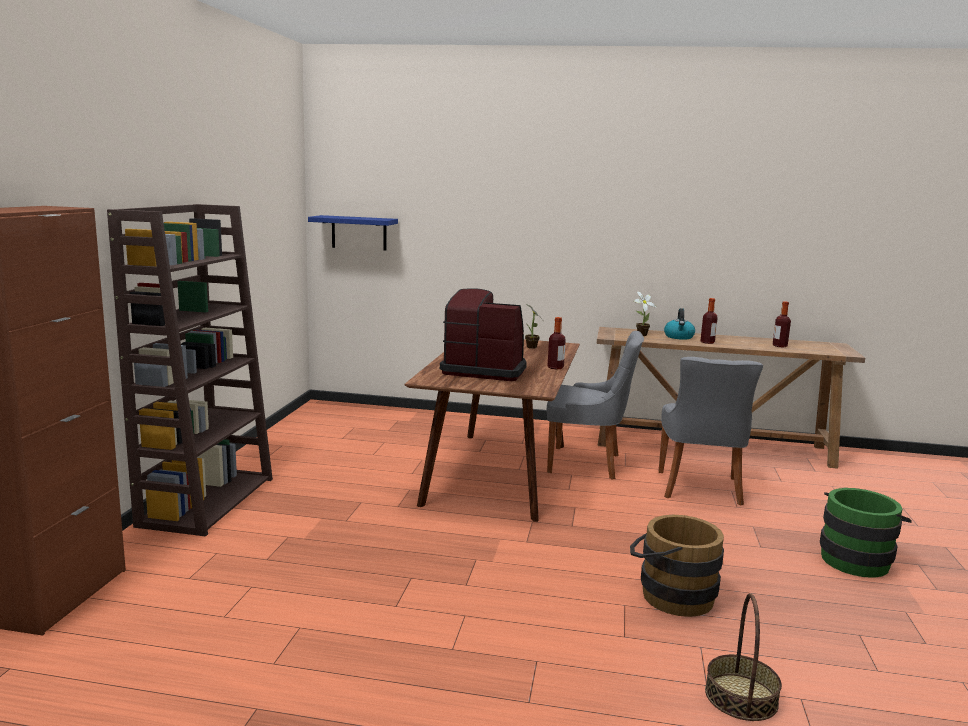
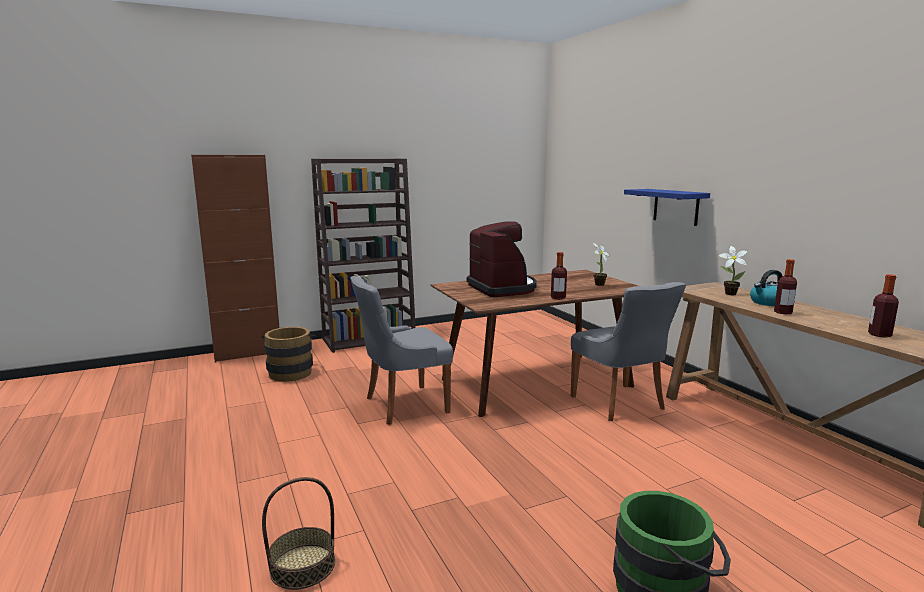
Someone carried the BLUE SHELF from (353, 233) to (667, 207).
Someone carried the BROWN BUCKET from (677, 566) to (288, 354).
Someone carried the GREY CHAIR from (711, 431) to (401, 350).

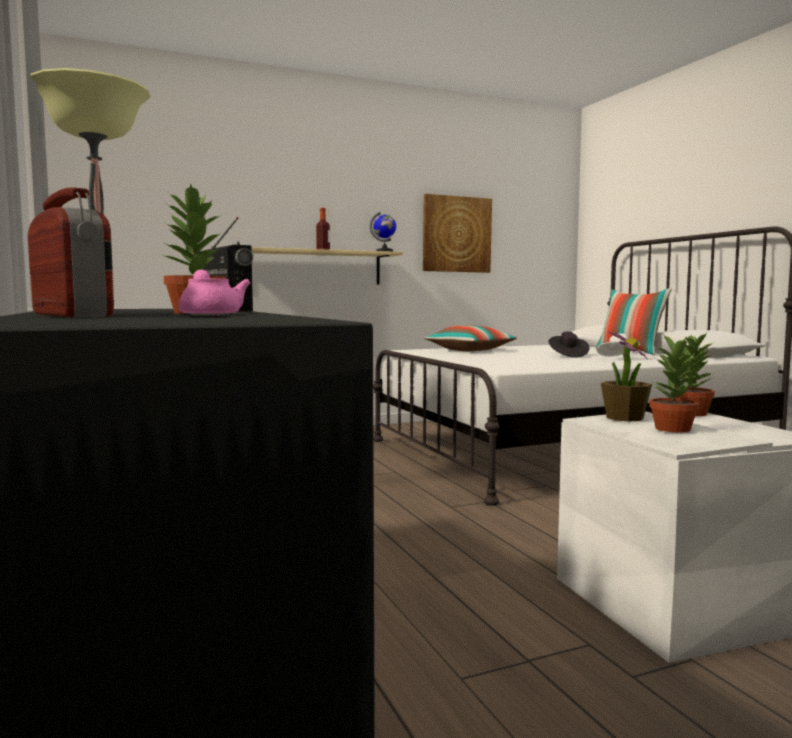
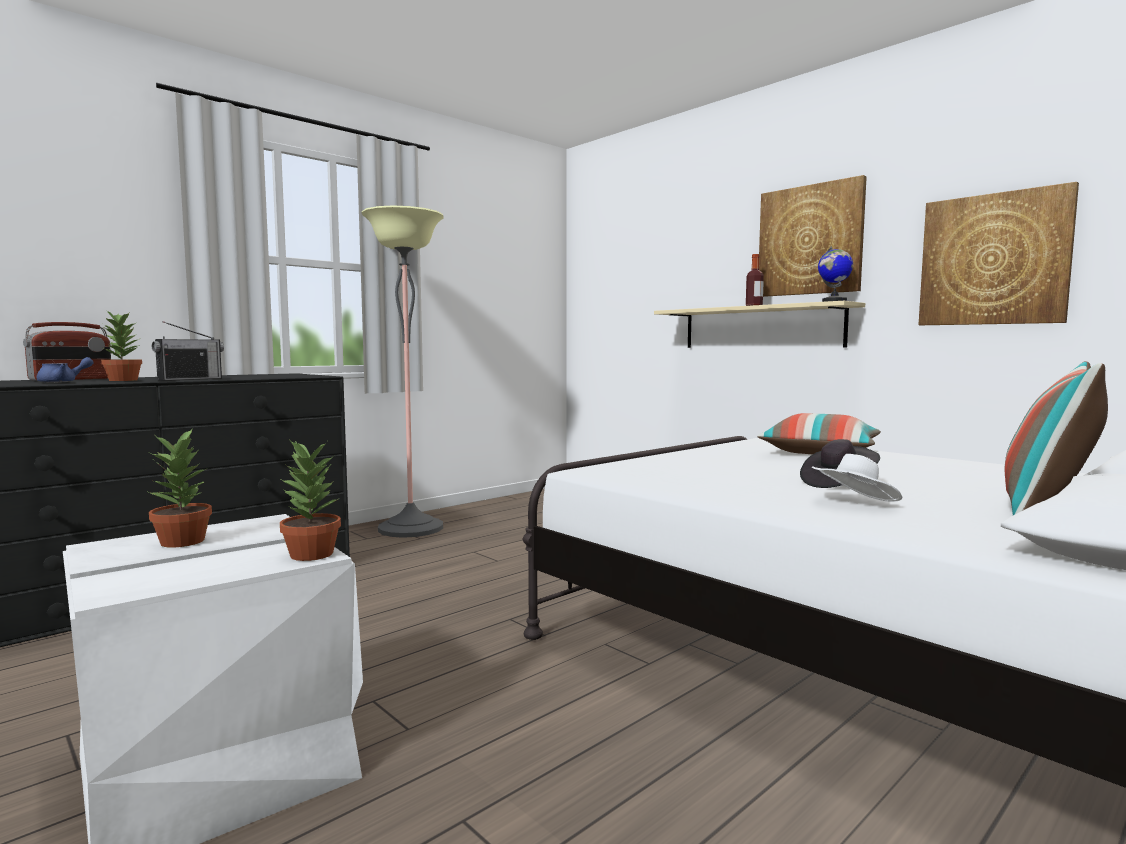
Someone repainted the PINK TEAPOT at (214, 292), which became the BLUE TEAPOT at (65, 370).
Someone took away the POTTED PLANT at (626, 376).
Someone put up the PICTURE at (813, 236).

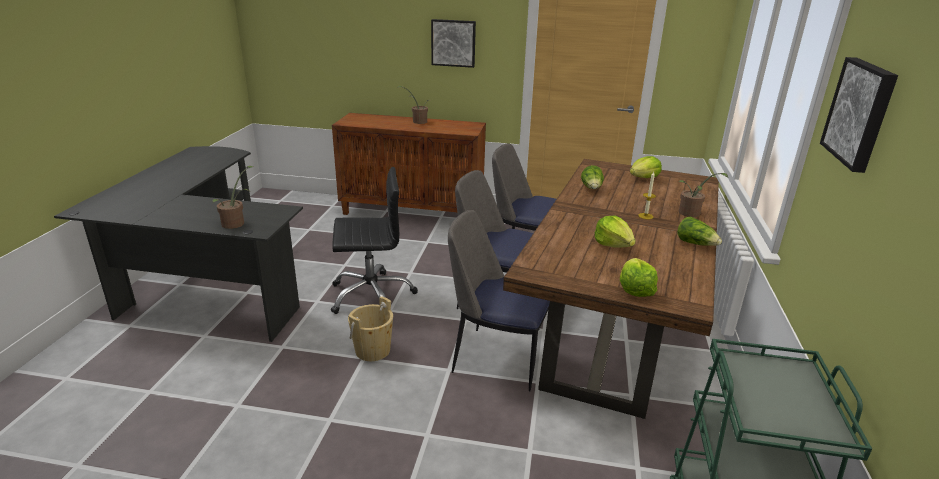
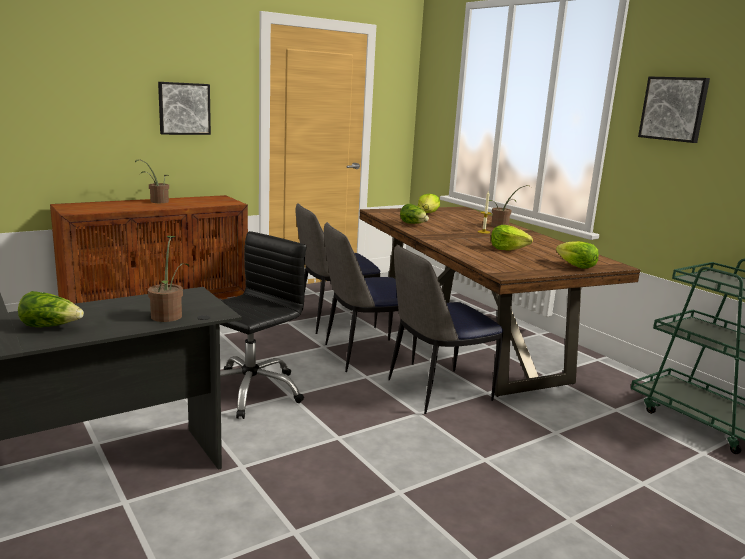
Someone took away the BEIGE BUCKET at (370, 328).
Someone carried the LETTUCE from (699, 231) to (51, 309).

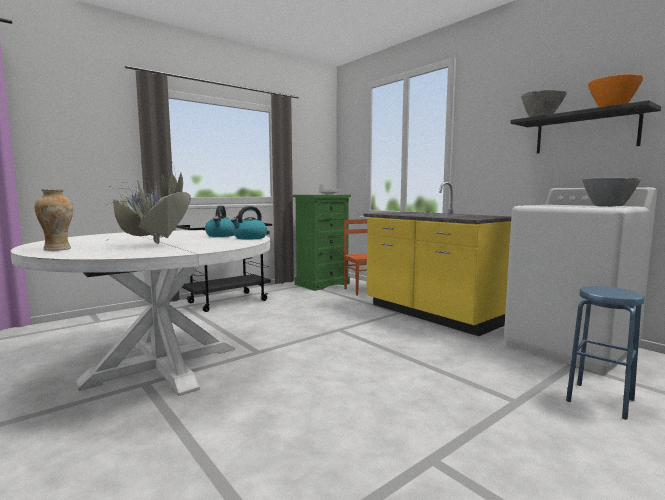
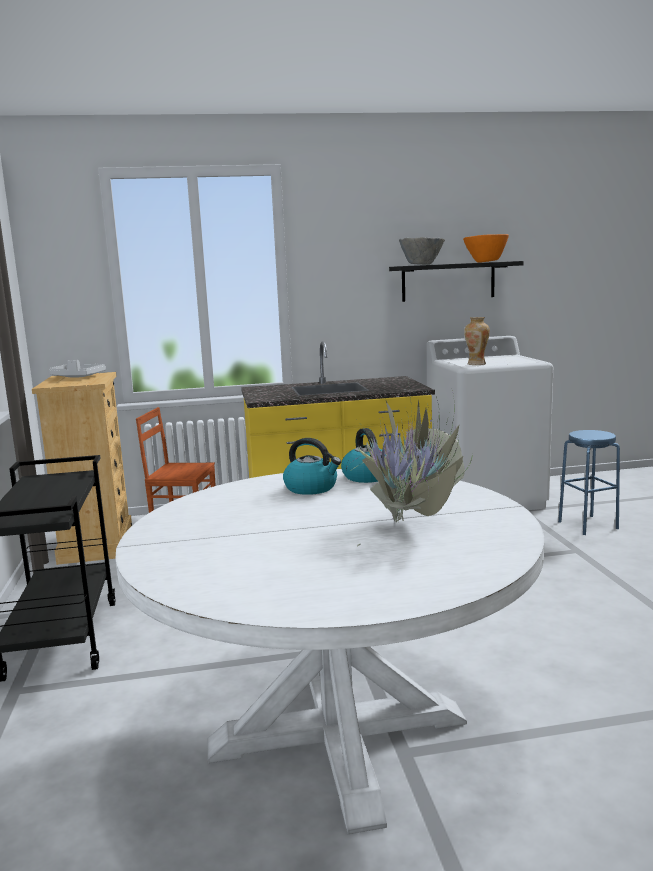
Someone carried the VASE from (53, 220) to (477, 341).
Someone repainted the GREEN DRESSER at (322, 243), which became the BEIGE DRESSER at (82, 468).
Someone took away the GREY BOWL at (611, 192).

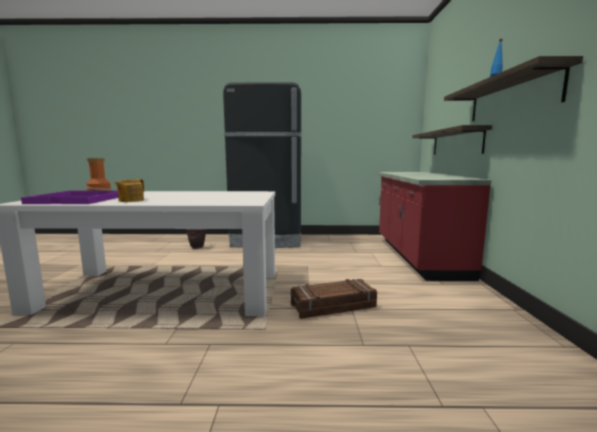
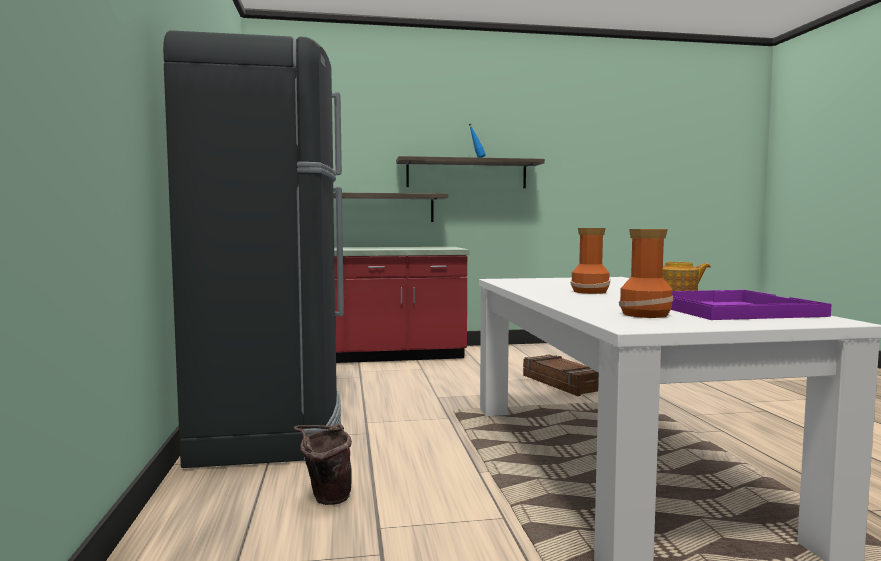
Someone put down the VASE at (590, 261).

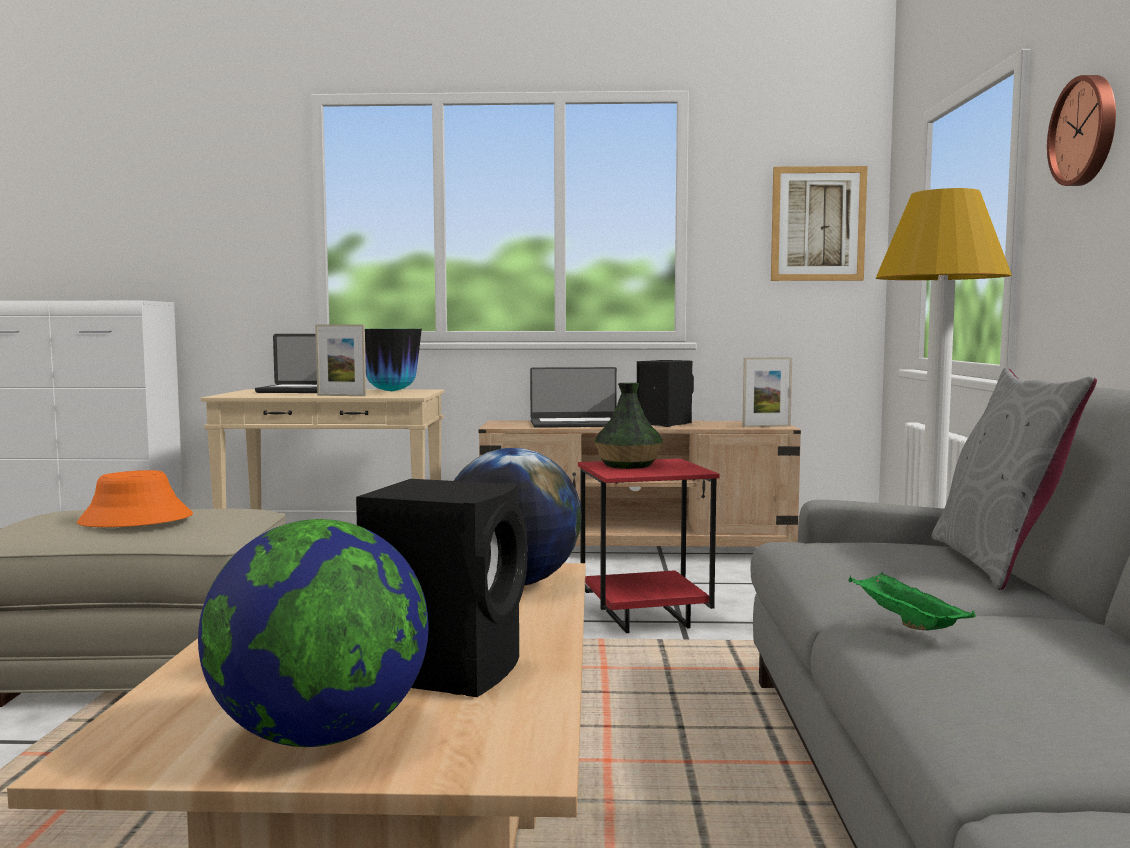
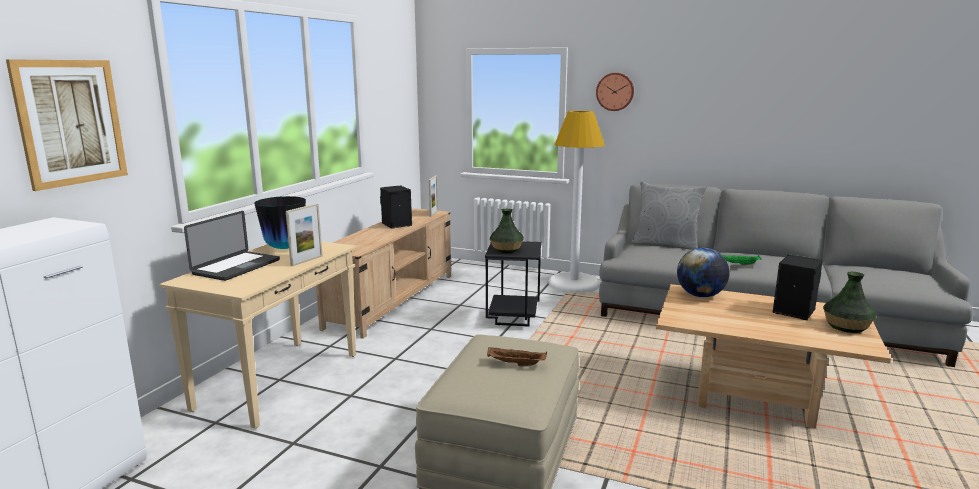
Someone swapped the ORANGE HAT at (135, 498) for the BROWN TRAY at (517, 356).
Someone swapped the GLOBE at (313, 633) for the VASE at (850, 302).
Someone took away the LAPTOP at (573, 397).
Someone repainted the RED SIDE TABLE at (649, 545), which became the BLACK SIDE TABLE at (513, 284).
Someone carried the PICTURE from (819, 223) to (67, 125).

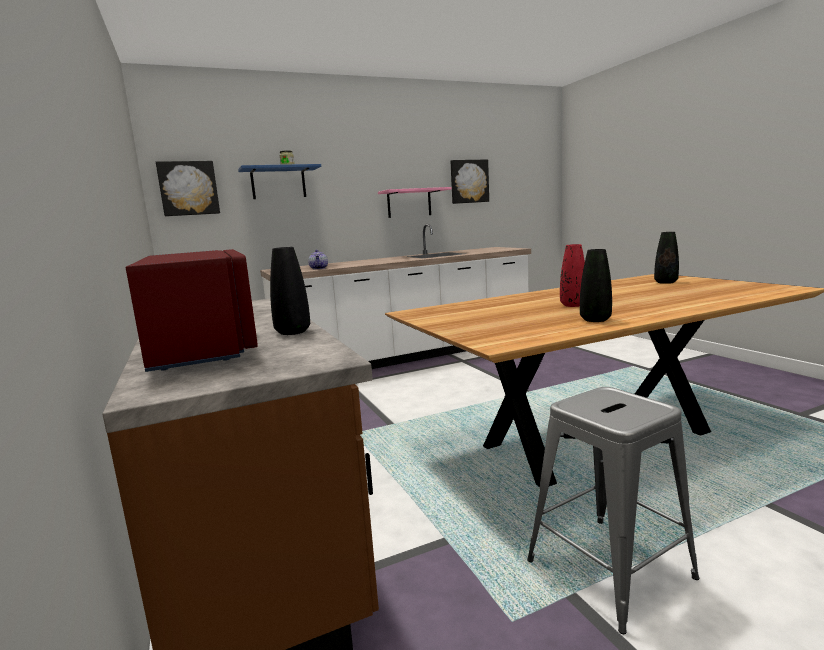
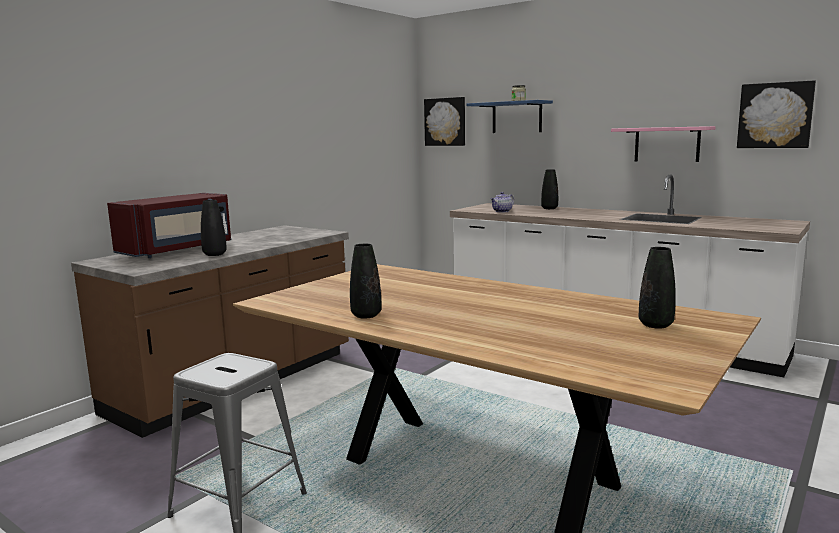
Someone took away the RED VASE at (572, 275).
Someone put down the BLACK VASE at (549, 189).

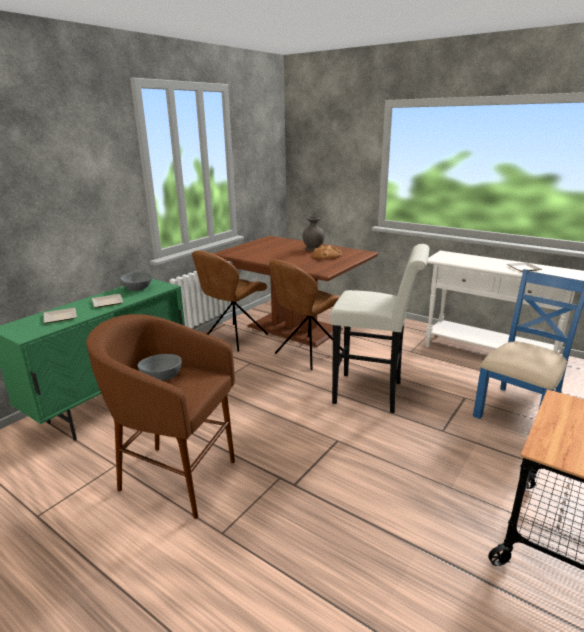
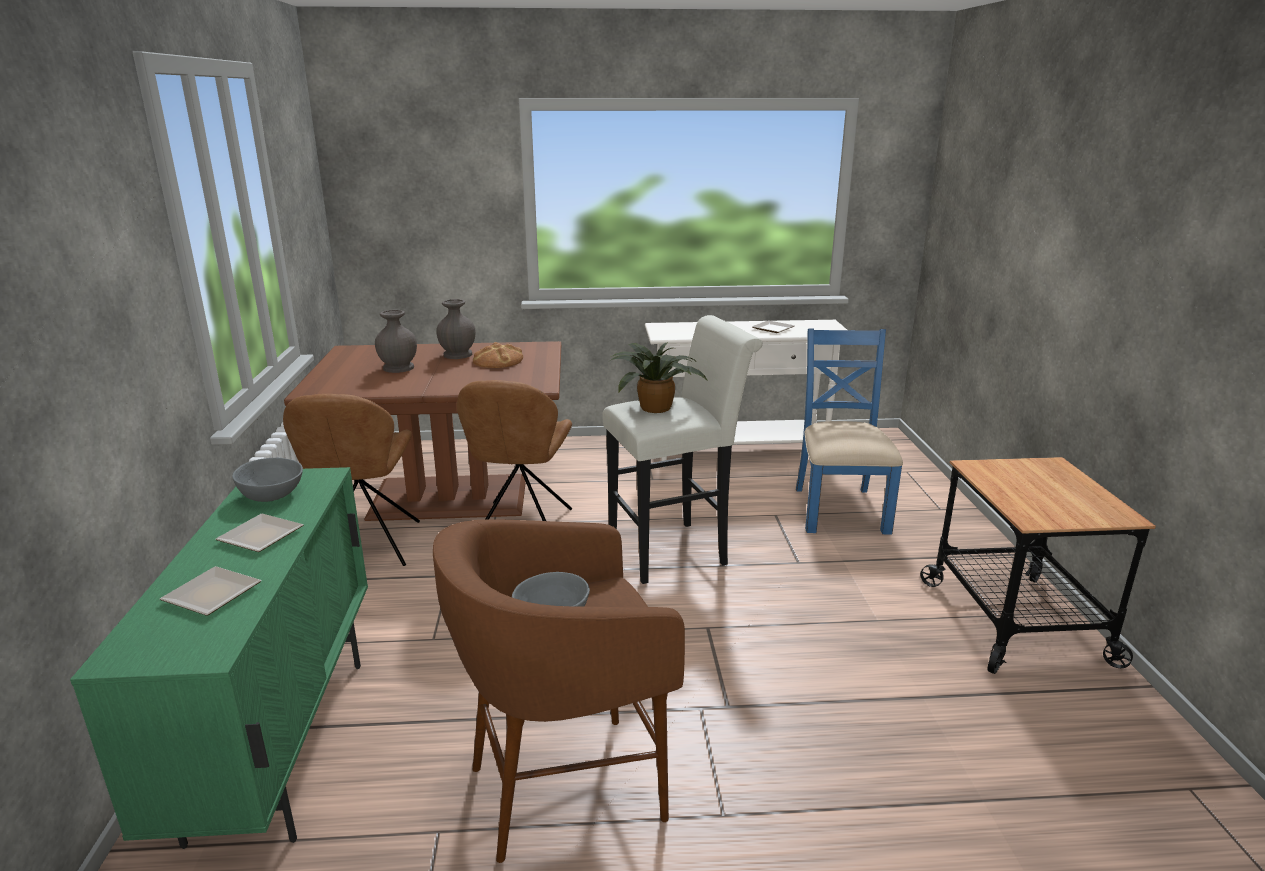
Someone put down the GREY VASE at (396, 341).
Someone put down the POTTED PLANT at (659, 377).

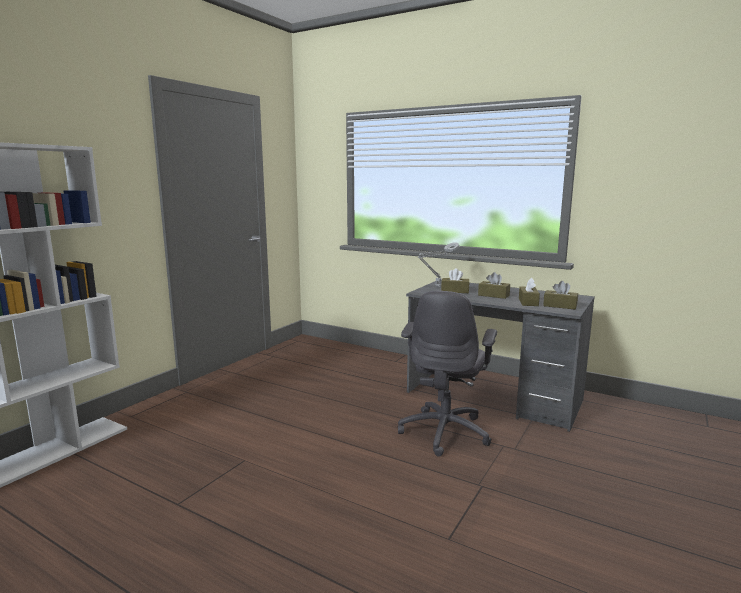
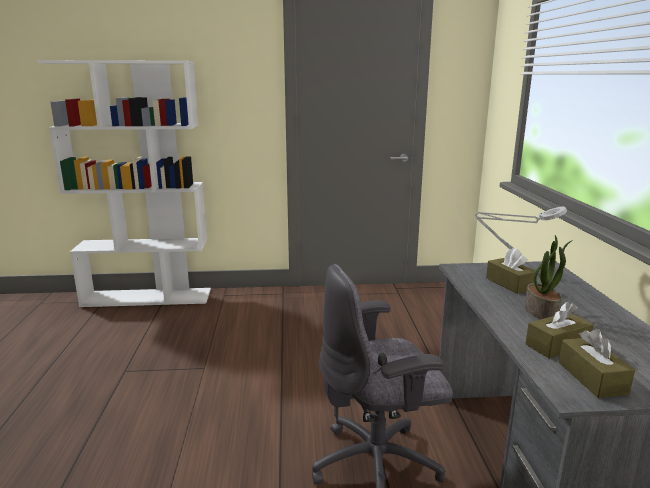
Someone swapped the BROWN TISSUE BOX at (494, 285) for the POTTED PLANT at (549, 277).

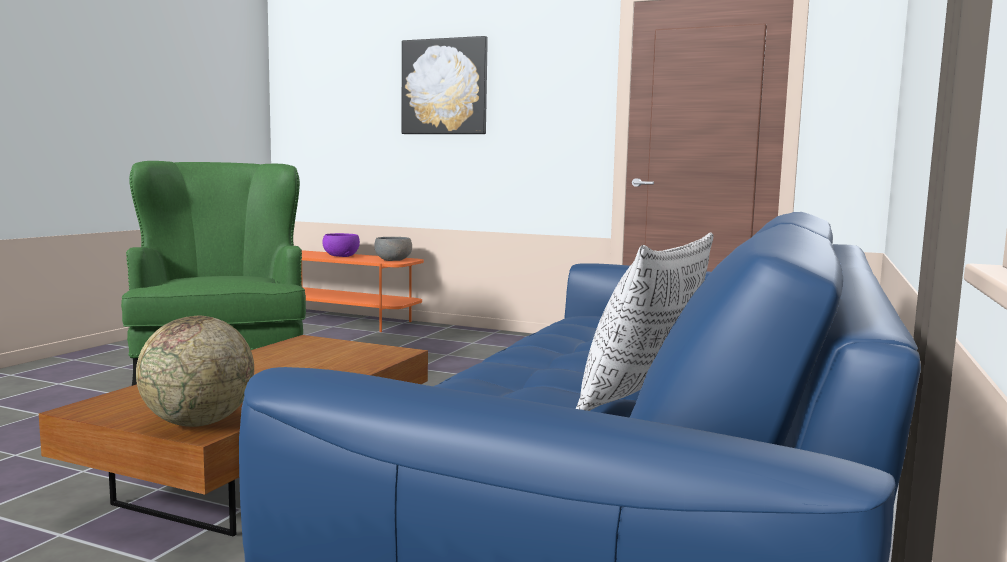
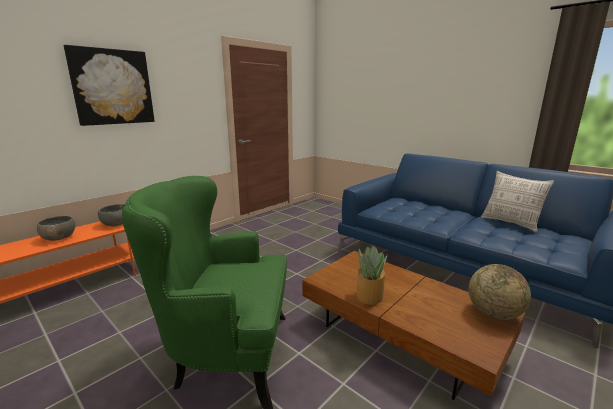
Someone repainted the PURPLE BOWL at (341, 245), which became the GREY BOWL at (56, 228).
Someone put down the POTTED PLANT at (372, 275).

